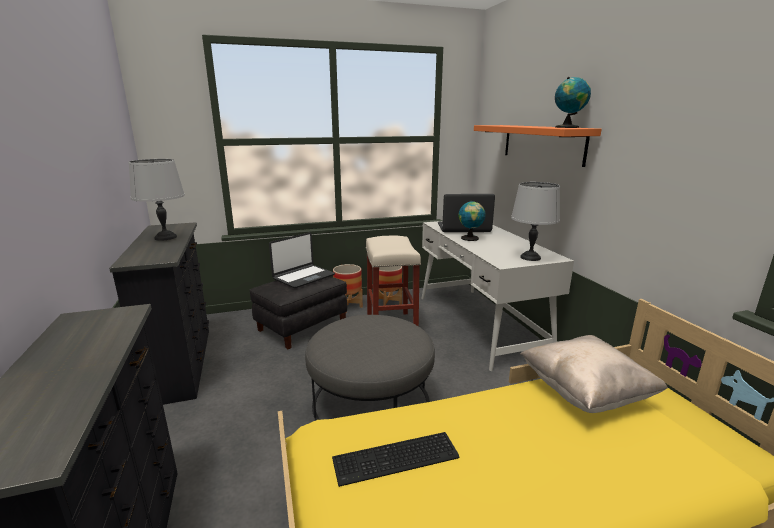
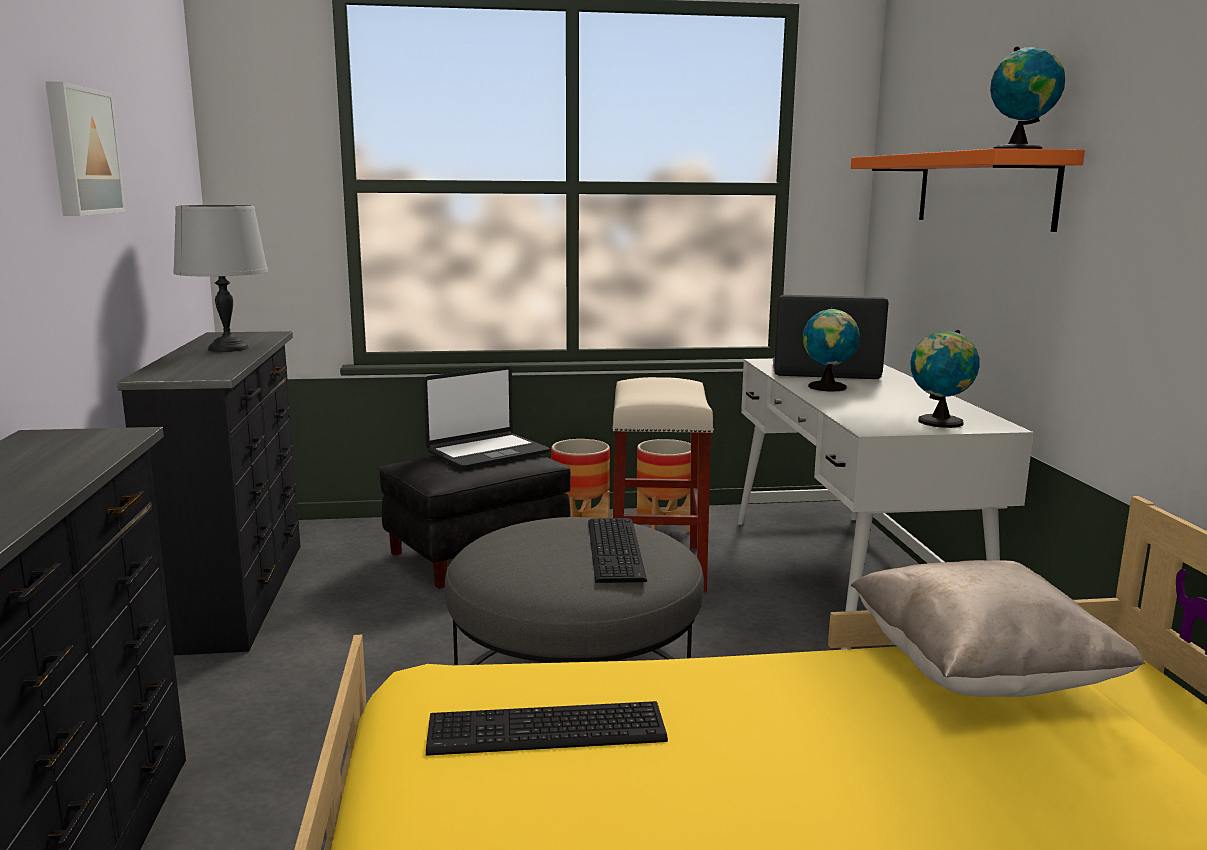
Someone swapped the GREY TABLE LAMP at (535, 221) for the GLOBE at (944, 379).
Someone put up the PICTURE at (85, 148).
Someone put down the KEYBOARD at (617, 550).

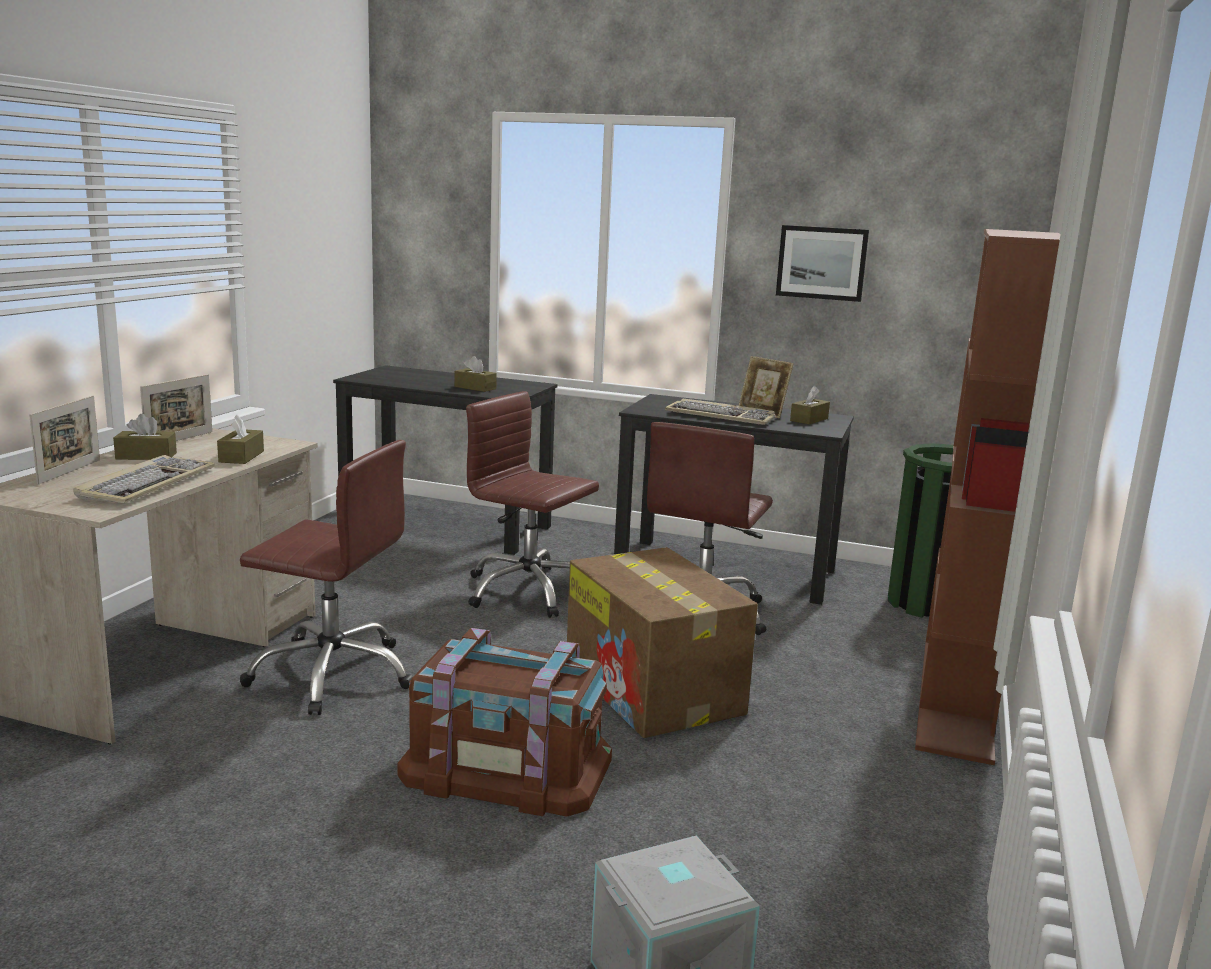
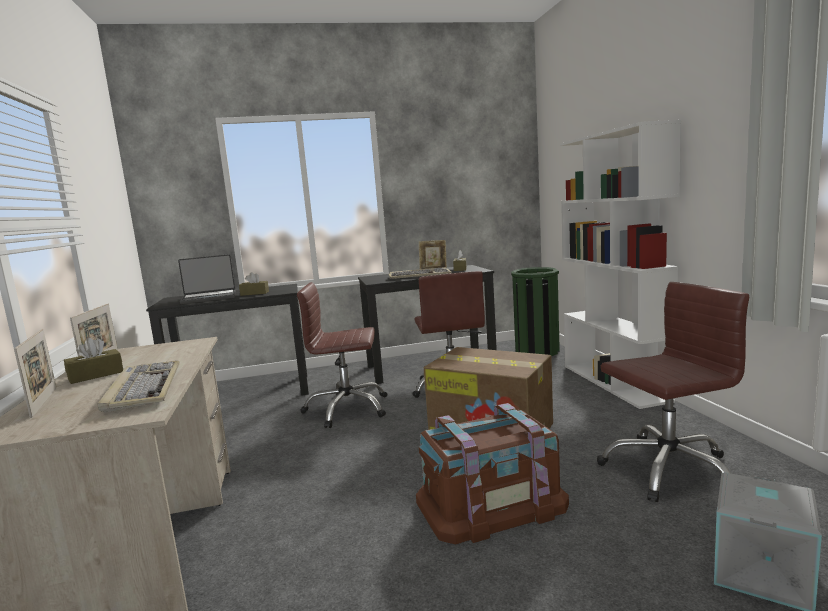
Someone took away the BROWN TISSUE BOX at (240, 439).
Someone carried the BROWN OFFICE CHAIR from (326, 577) to (673, 392).
Someone took away the PICTURE at (822, 263).
Someone repainted the BROWN BOOKCASE at (987, 497), which became the WHITE BOOKCASE at (620, 264).
Someone put down the LAPTOP at (207, 279).

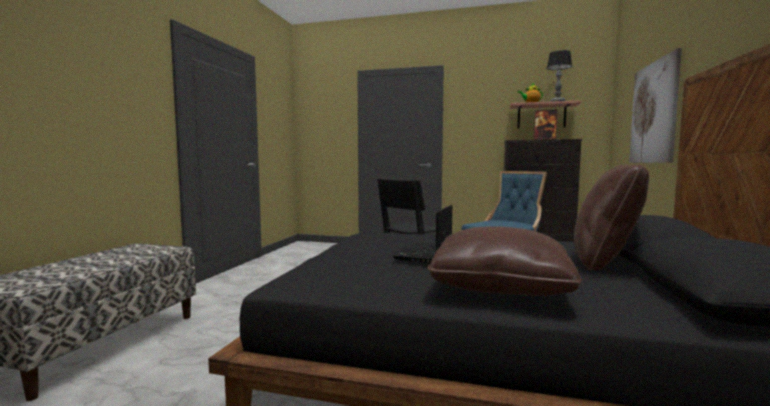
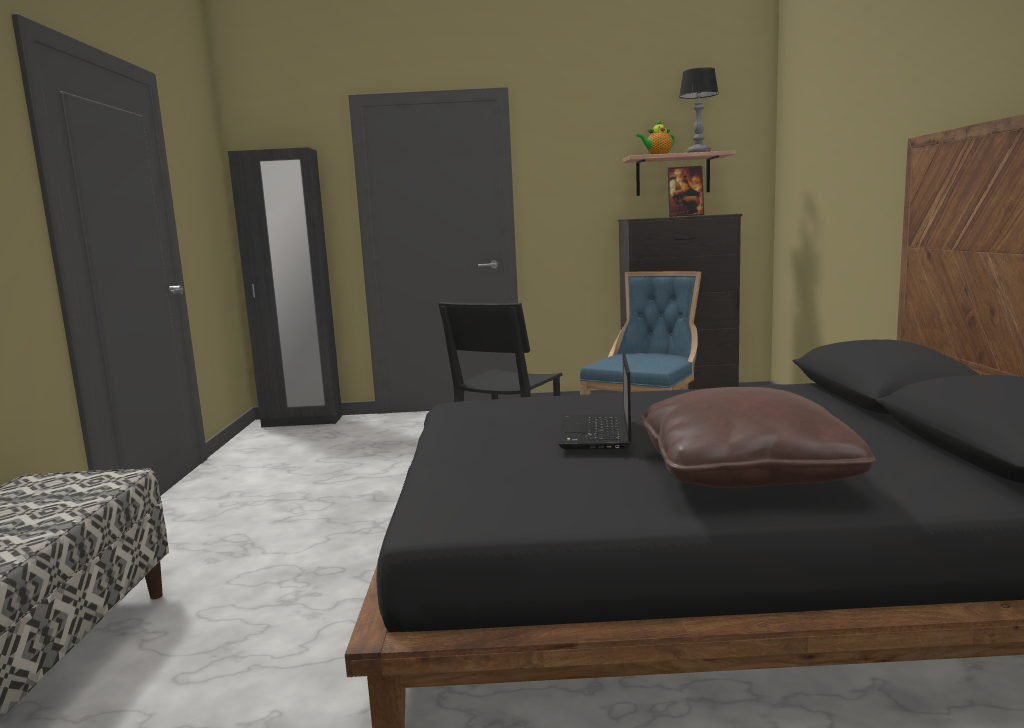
Someone took away the BROWN PILLOW at (611, 217).
Someone took away the PICTURE at (655, 105).
Someone put down the BLACK WARDROBE at (285, 287).

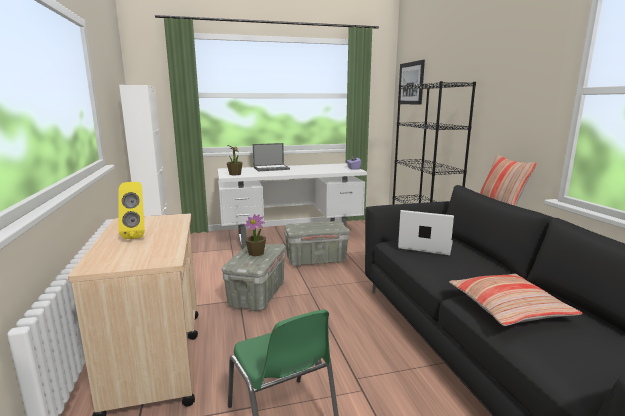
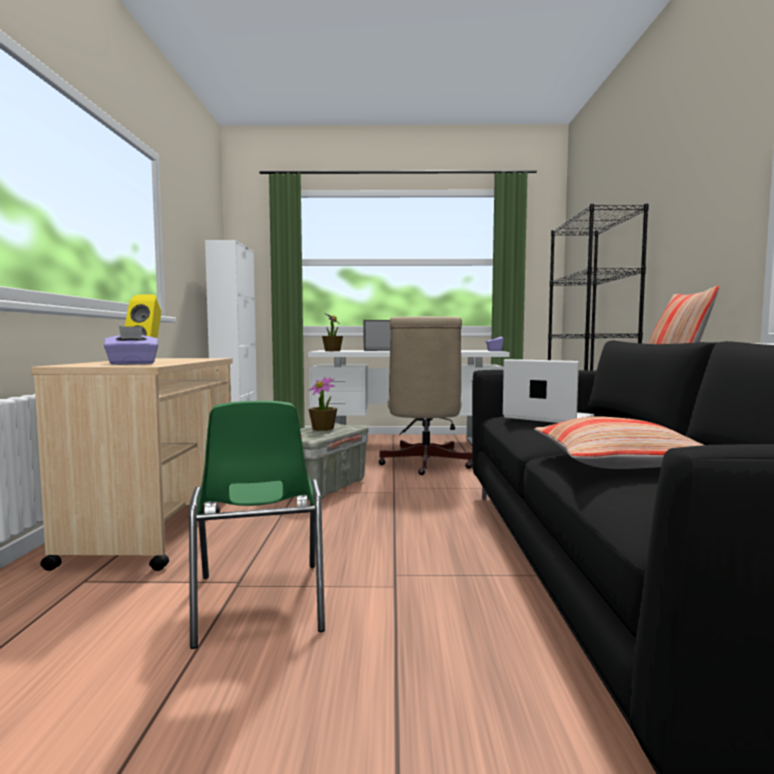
Someone swapped the GREY STORAGE BOX at (317, 243) for the BEIGE OFFICE CHAIR at (425, 395).
Someone took away the PICTURE at (411, 82).
Someone put down the PURPLE TISSUE BOX at (131, 345).

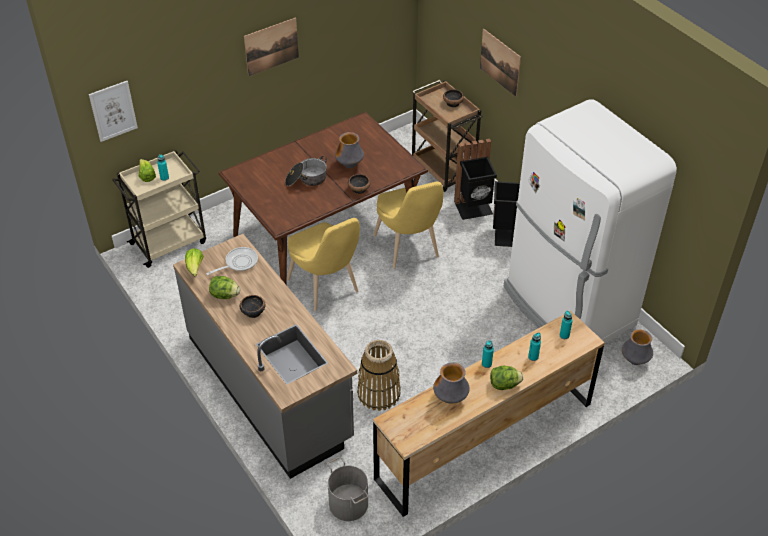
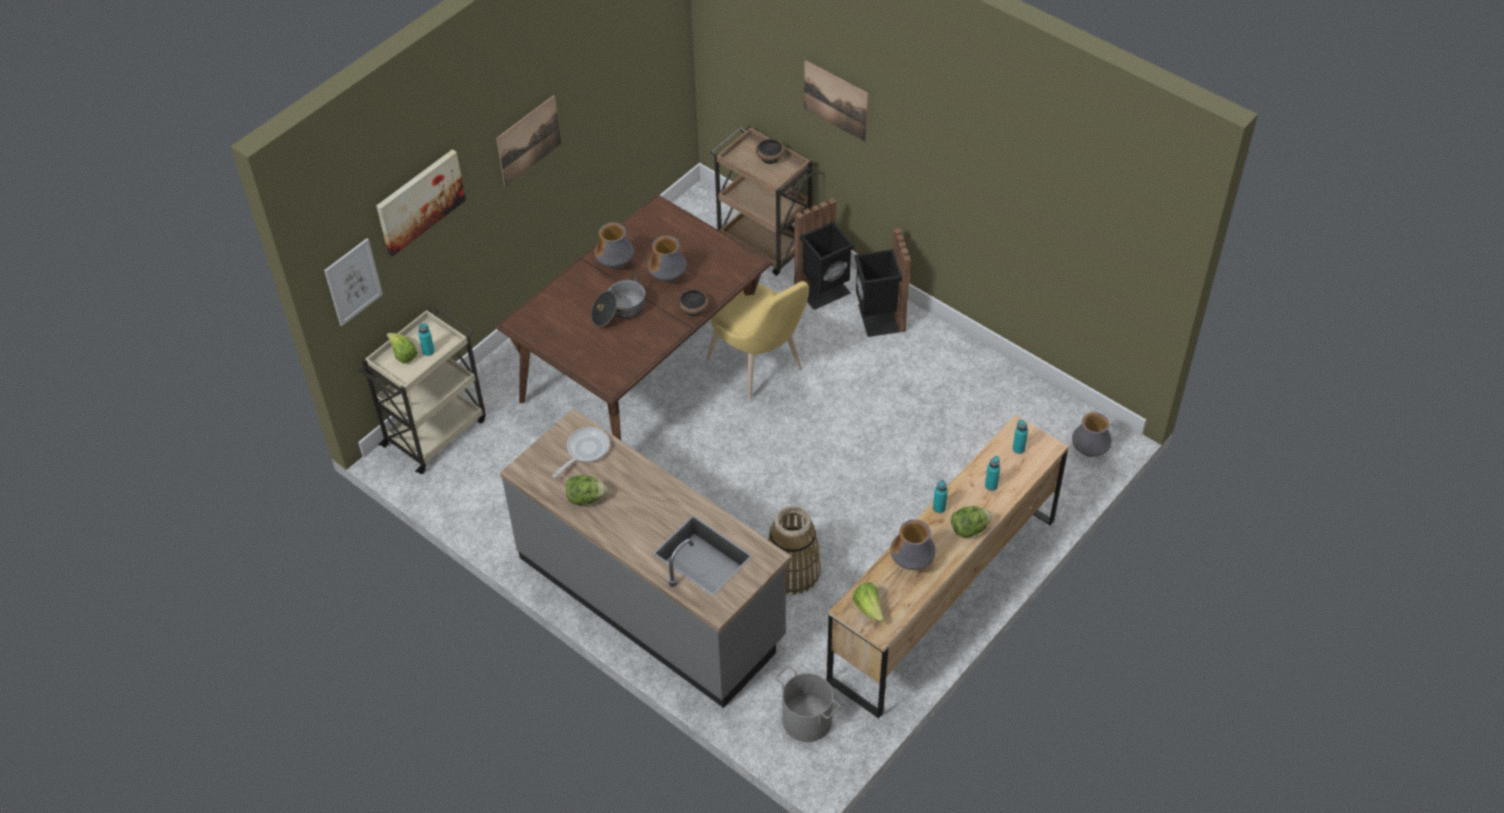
Someone carried the LETTUCE from (194, 262) to (868, 603).
Someone took away the BOWL at (252, 306).
Someone took away the YELLOW CHAIR at (323, 264).
Someone took away the WHITE FRIDGE at (590, 221).
Someone put up the PICTURE at (421, 202).
Someone put down the VASE at (614, 245).

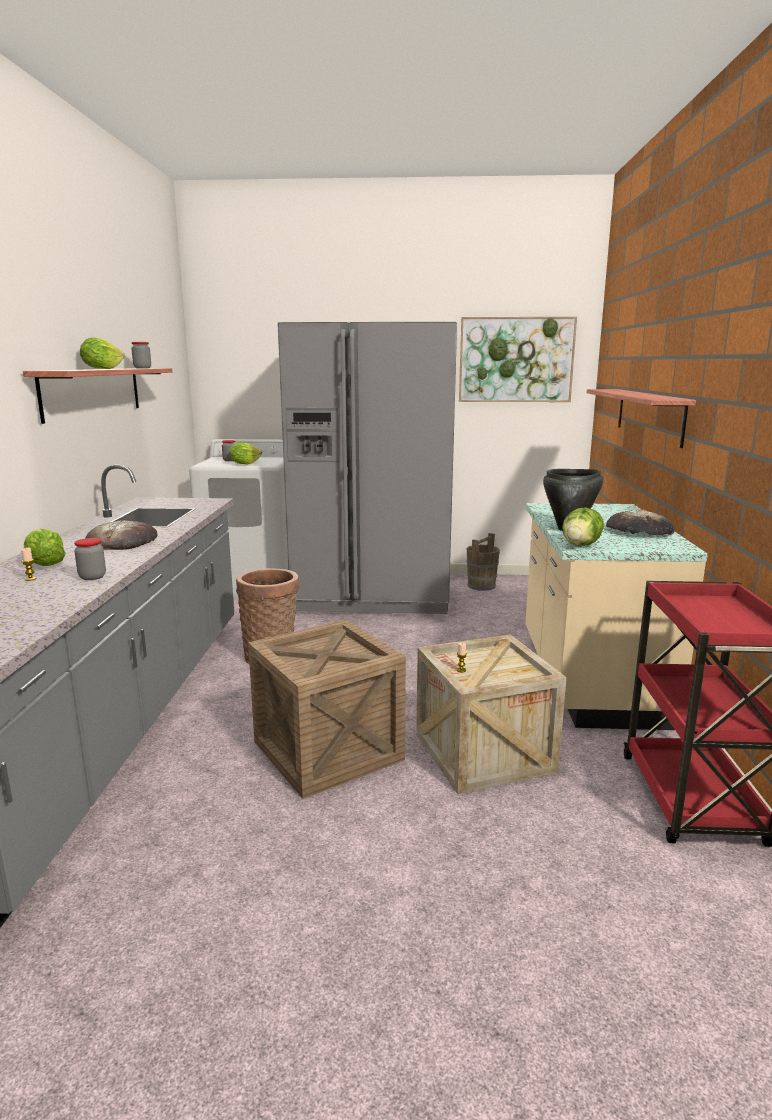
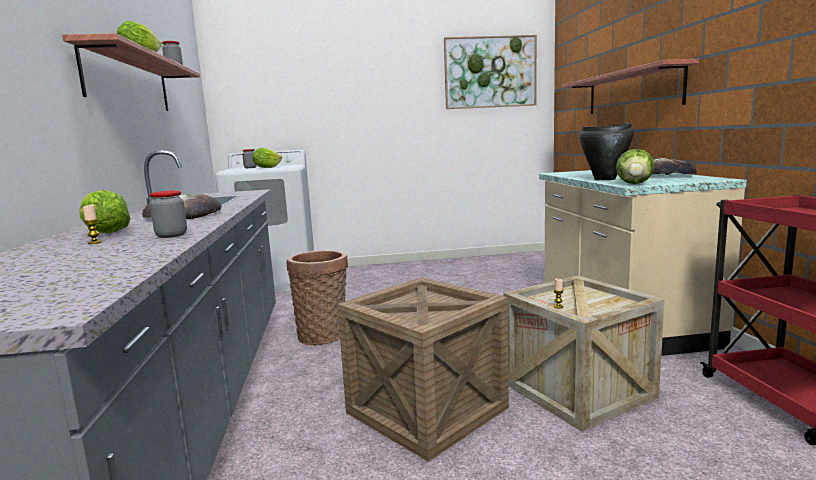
Someone took away the GREY FRIDGE at (367, 468).
Someone took away the BROWN BUCKET at (483, 562).

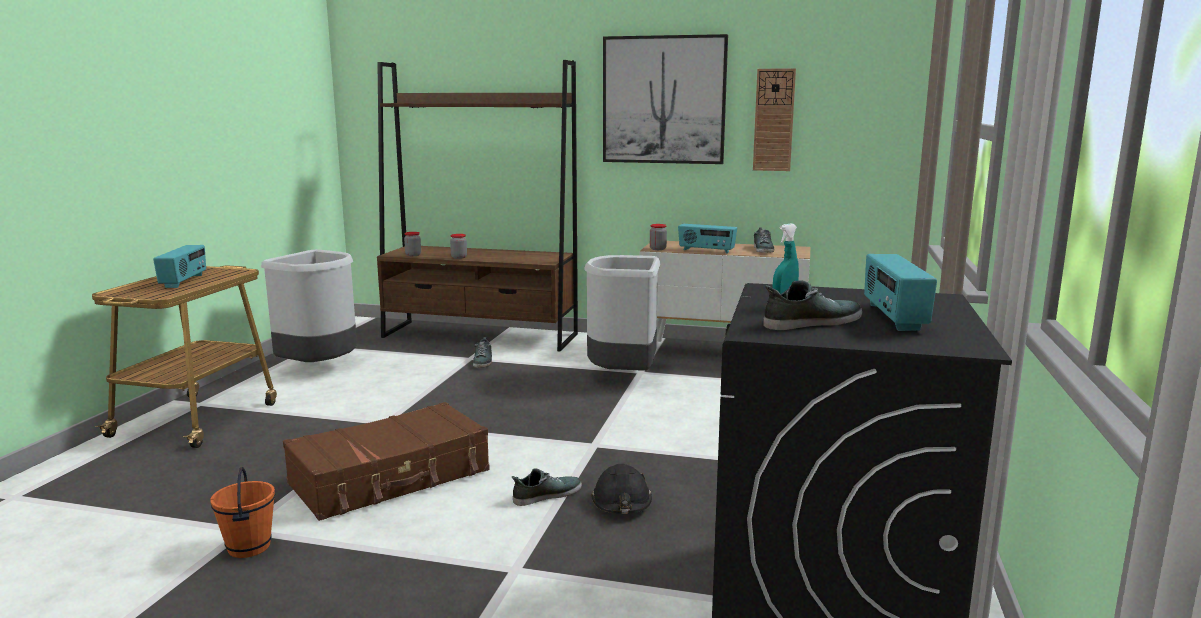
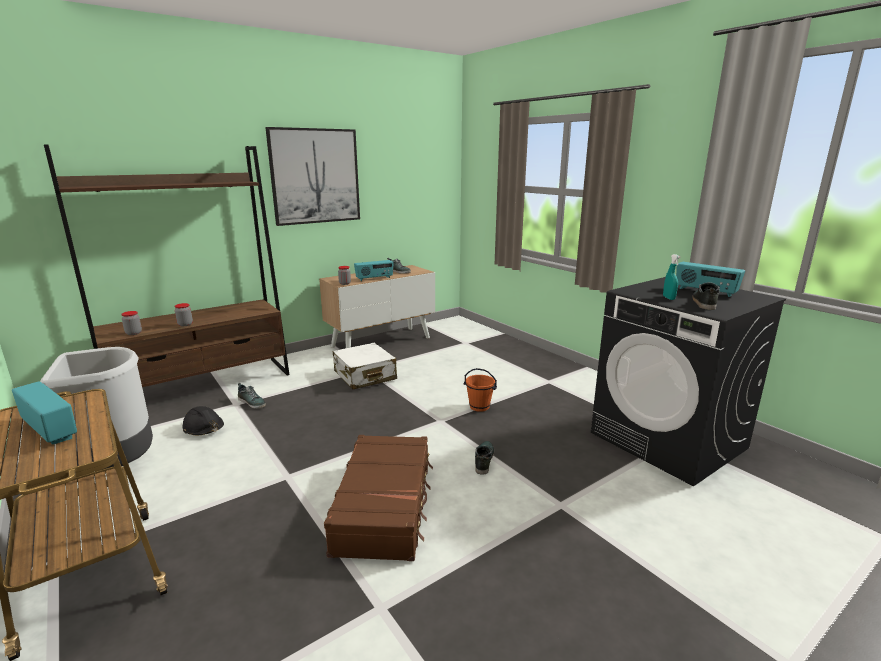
Someone carried the ORANGE BUCKET from (242, 512) to (480, 390).
Someone swapped the GREY TRASH CAN at (622, 313) for the WHITE SUITCASE at (365, 366).
Someone carried the BLACK HARD HAT from (621, 489) to (203, 420).
Someone took away the WALL CLOCK at (774, 119).

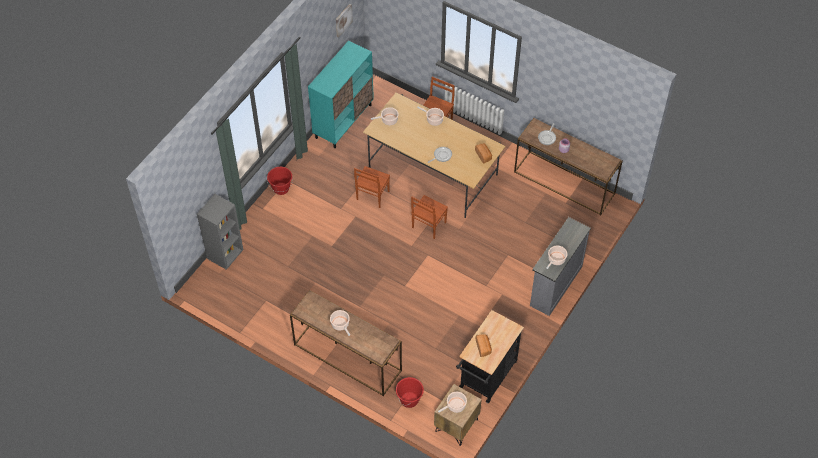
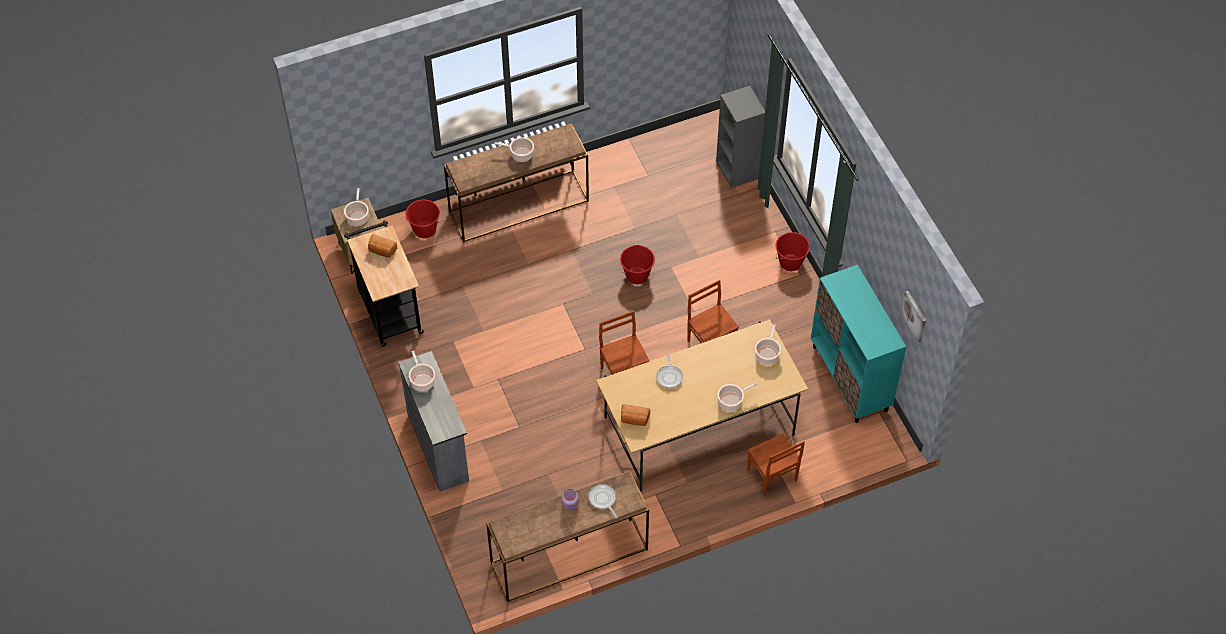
Someone put down the RED BUCKET at (637, 264).

